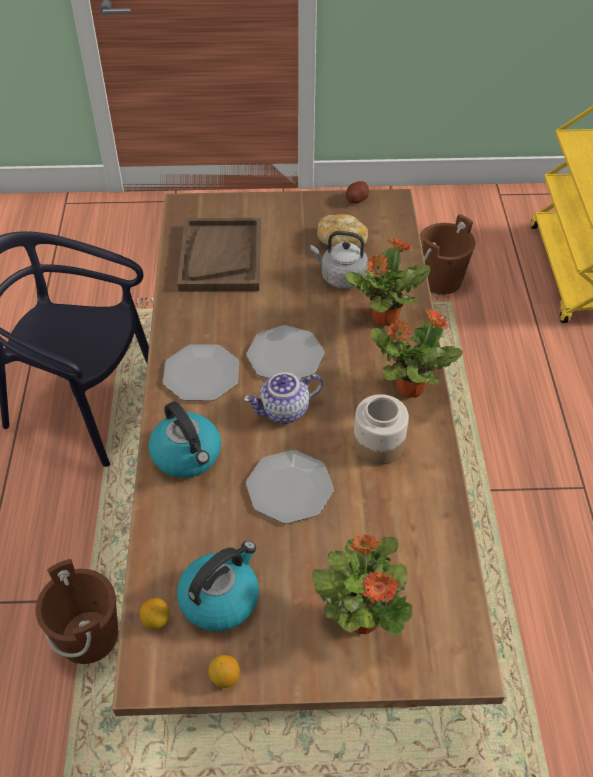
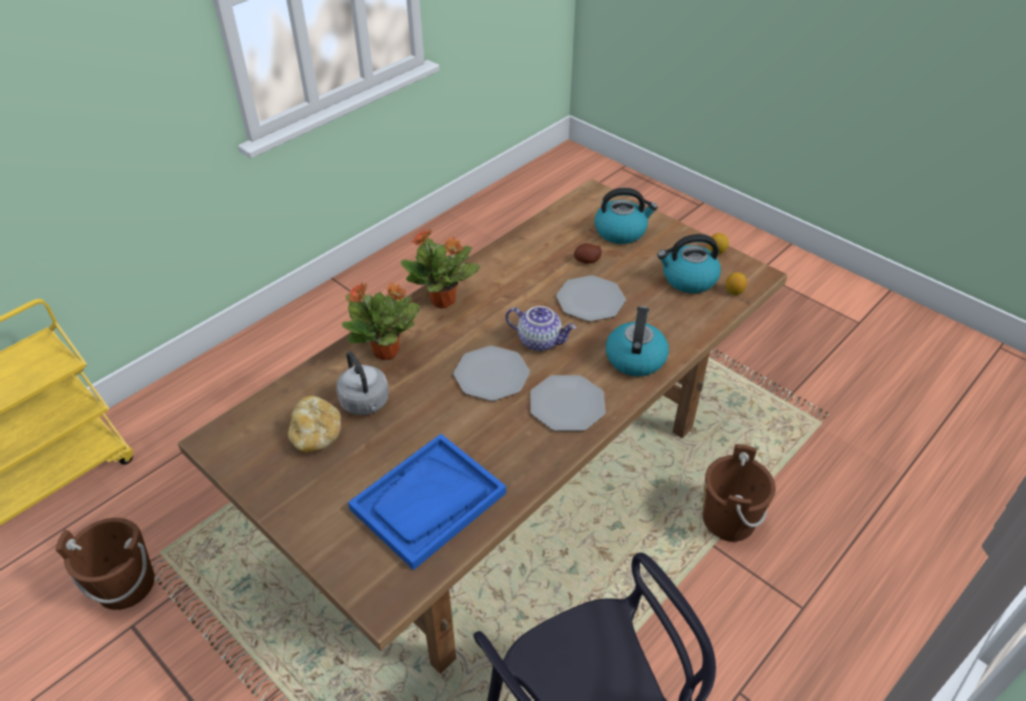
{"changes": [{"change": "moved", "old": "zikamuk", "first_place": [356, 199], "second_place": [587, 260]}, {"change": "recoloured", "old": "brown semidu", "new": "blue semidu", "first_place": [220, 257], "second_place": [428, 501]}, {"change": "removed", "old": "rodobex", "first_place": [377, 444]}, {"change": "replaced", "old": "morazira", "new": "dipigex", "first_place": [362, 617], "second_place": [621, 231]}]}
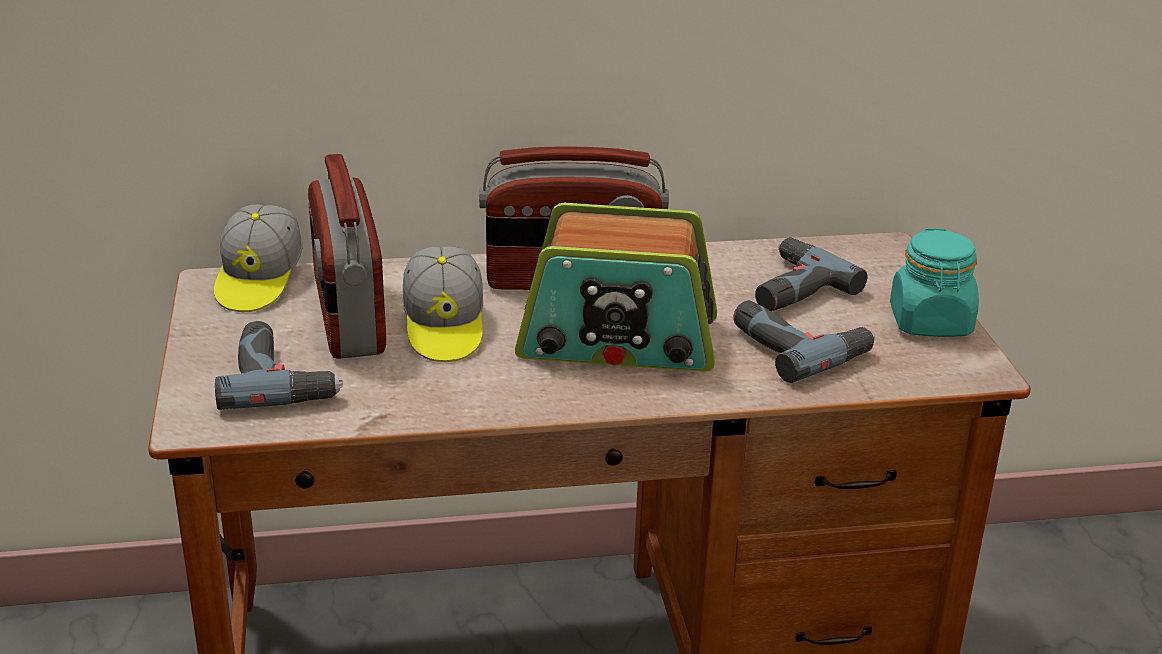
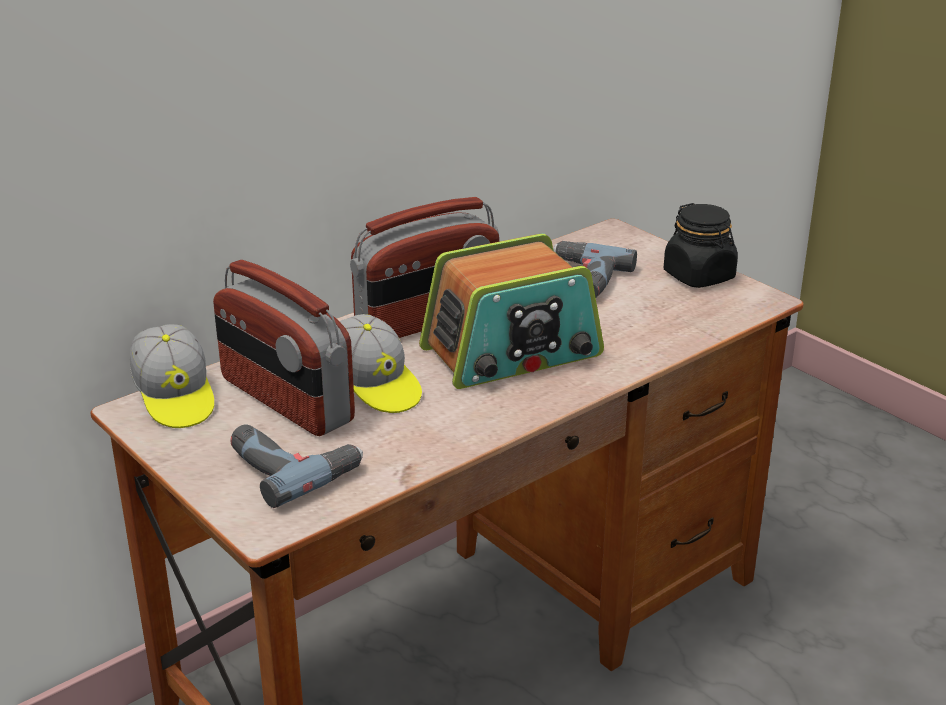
{"changes": [{"change": "recoloured", "old": "turquoise rodobex", "new": "black rodobex", "first_place": [930, 322], "second_place": [699, 276]}, {"change": "removed", "old": "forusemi", "first_place": [798, 346]}]}
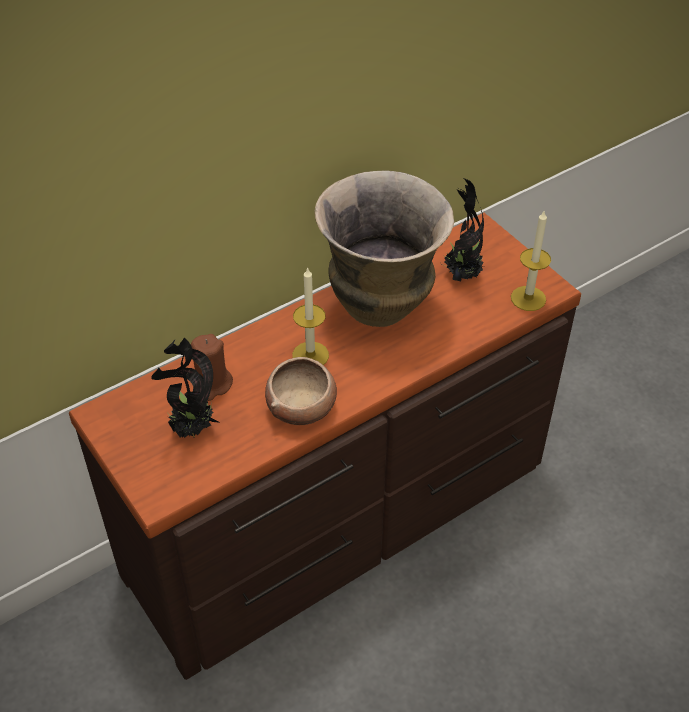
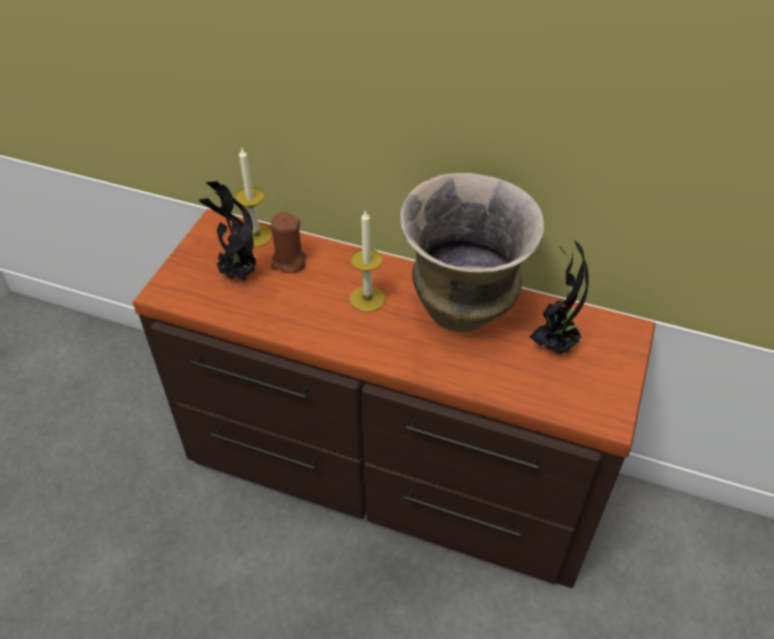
{"changes": [{"change": "moved", "old": "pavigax", "first_place": [528, 298], "second_place": [255, 236]}, {"change": "removed", "old": "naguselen", "first_place": [302, 406]}]}
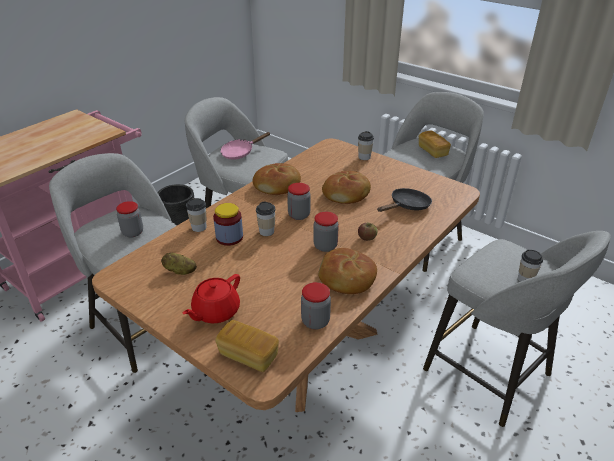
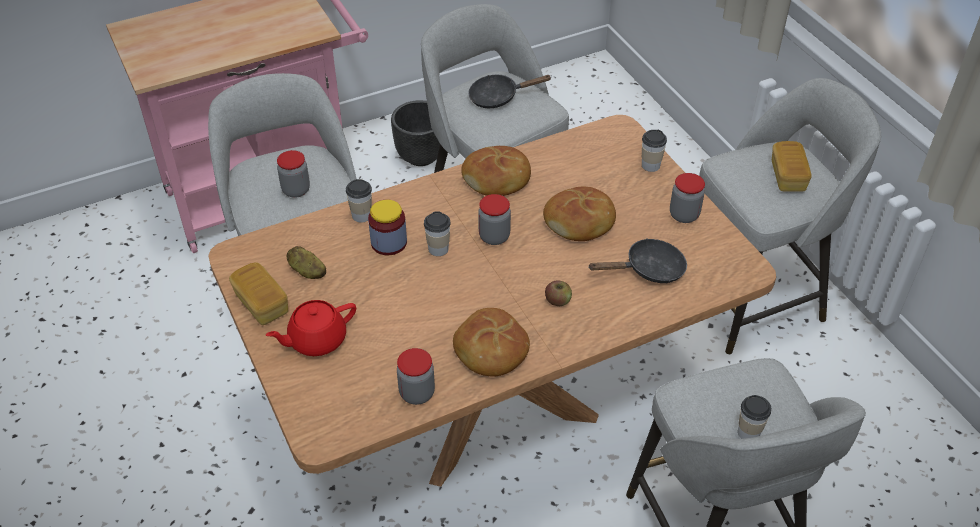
{"changes": [{"change": "recoloured", "old": "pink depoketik", "new": "black depoketik", "first_place": [240, 153], "second_place": [498, 97]}, {"change": "moved", "old": "rodobex", "first_place": [325, 246], "second_place": [684, 215]}, {"change": "moved", "old": "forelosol", "first_place": [248, 355], "second_place": [261, 304]}]}
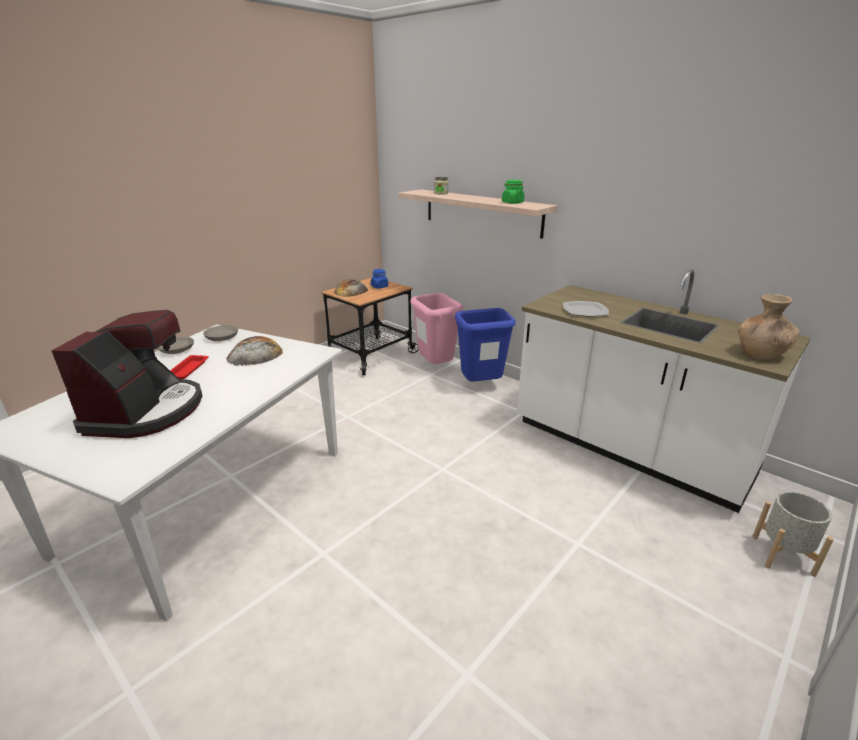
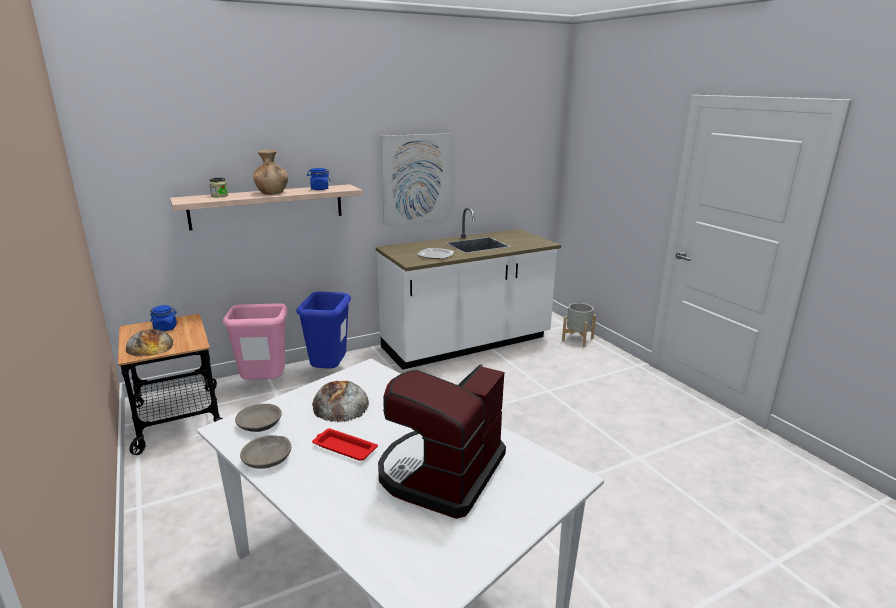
{"changes": [{"change": "recoloured", "old": "green rodobex", "new": "blue rodobex", "first_place": [512, 202], "second_place": [319, 189]}, {"change": "moved", "old": "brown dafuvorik", "first_place": [760, 354], "second_place": [272, 193]}, {"change": "turned", "old": "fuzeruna", "first_place": [147, 411], "second_place": [441, 473], "degrees": -90}, {"change": "added", "new": "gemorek", "second_place": [416, 179]}]}
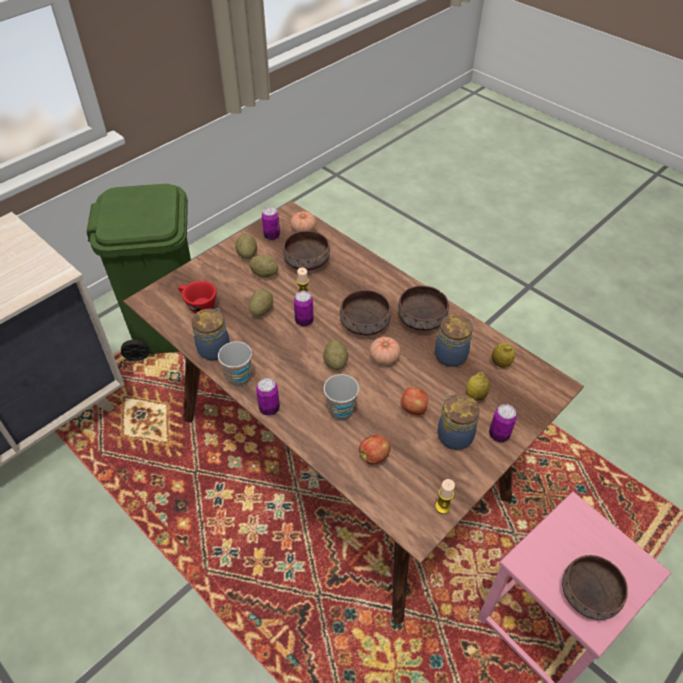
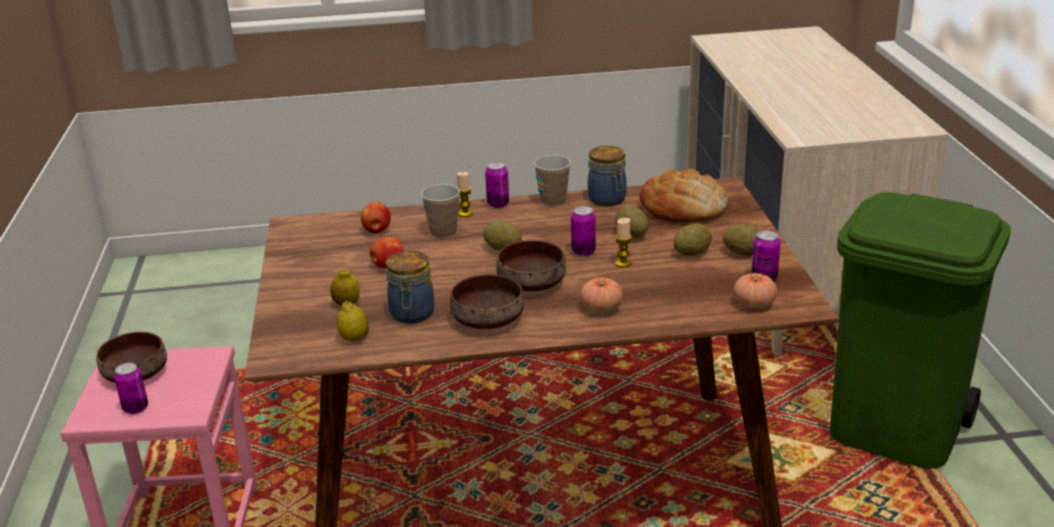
{"changes": [{"change": "removed", "old": "brown naguselen", "first_place": [306, 260]}, {"change": "replaced", "old": "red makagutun", "new": "forelosol", "first_place": [198, 305], "second_place": [683, 206]}, {"change": "moved", "old": "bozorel", "first_place": [384, 358], "second_place": [601, 308]}, {"change": "removed", "old": "rodobex", "first_place": [453, 435]}, {"change": "moved", "old": "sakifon", "first_place": [499, 435], "second_place": [135, 408]}, {"change": "moved", "old": "pavigax", "first_place": [442, 507], "second_place": [465, 213]}]}
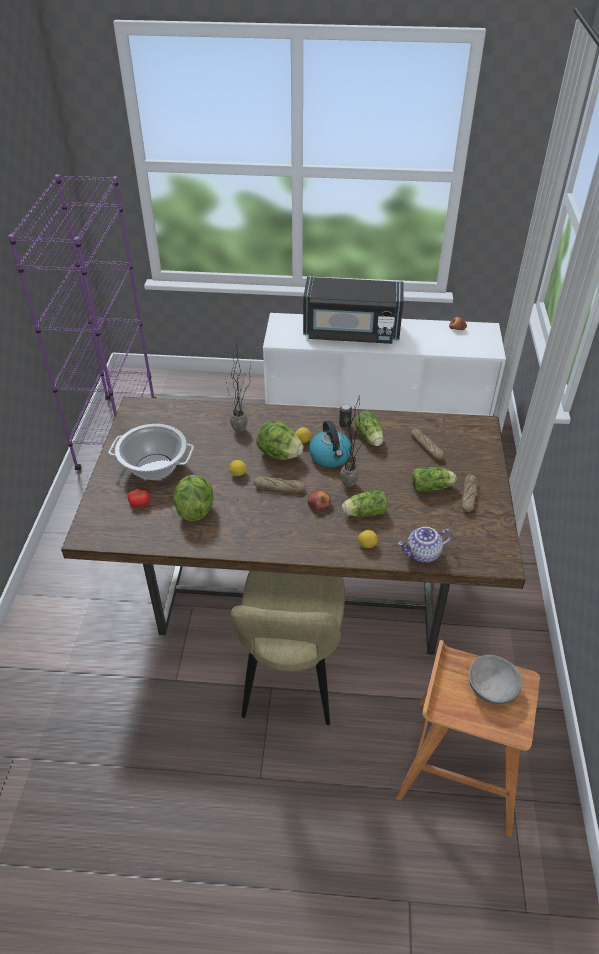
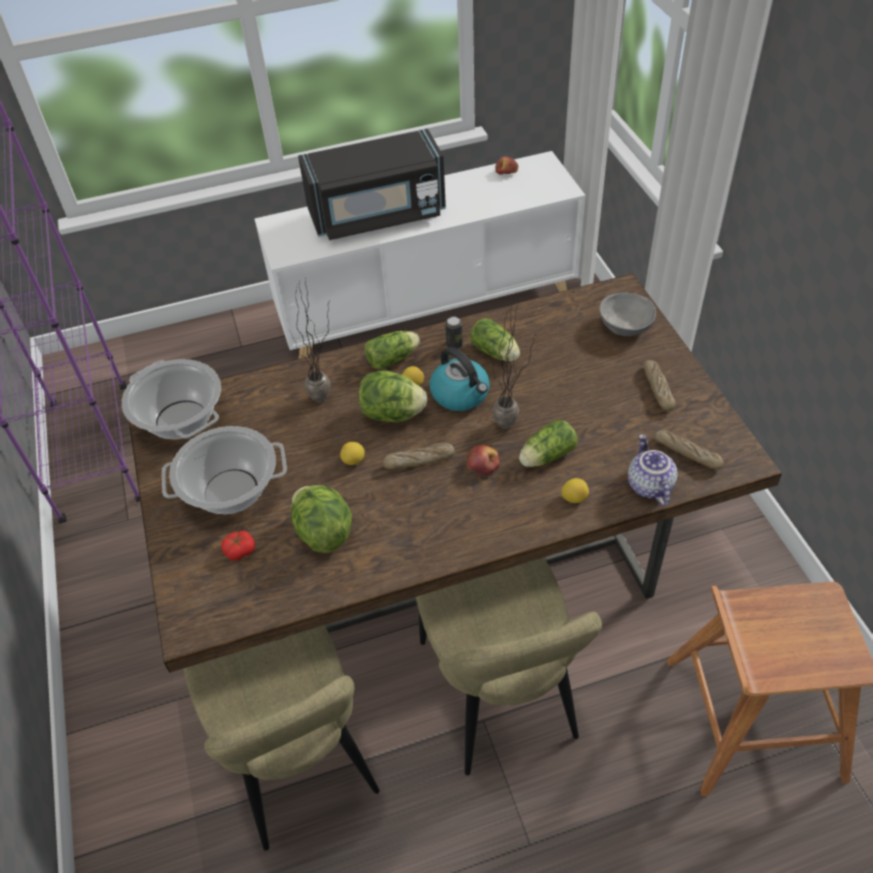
{"changes": [{"change": "moved", "old": "forelosol", "first_place": [426, 447], "second_place": [687, 453]}, {"change": "moved", "old": "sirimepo", "first_place": [432, 487], "second_place": [394, 358]}, {"change": "turned", "old": "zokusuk", "first_place": [423, 554], "second_place": [648, 485], "degrees": 120}, {"change": "moved", "old": "grey naguselen", "first_place": [491, 688], "second_place": [625, 326]}, {"change": "added", "new": "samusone", "second_place": [180, 420]}, {"change": "added", "new": "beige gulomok", "second_place": [298, 760]}]}
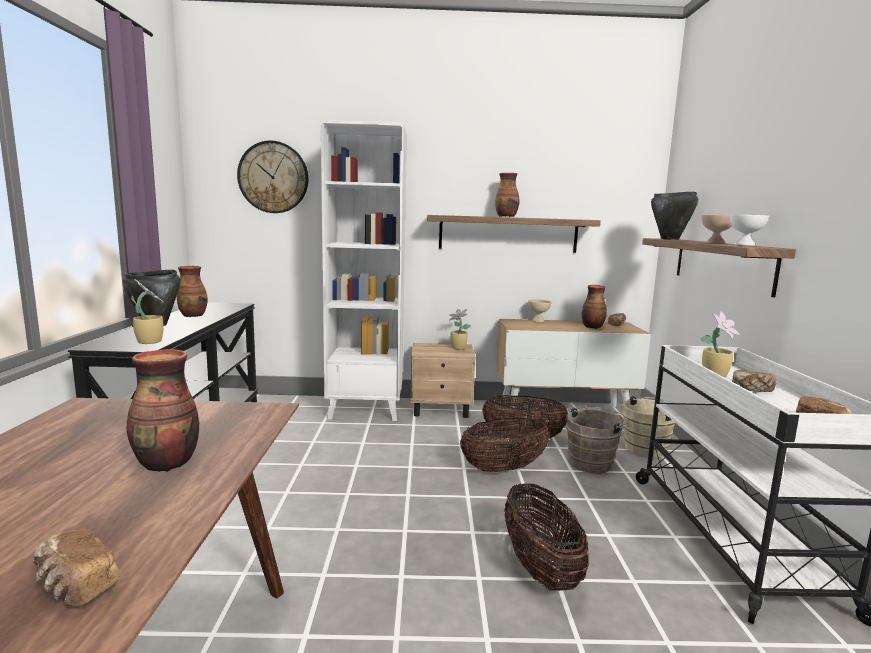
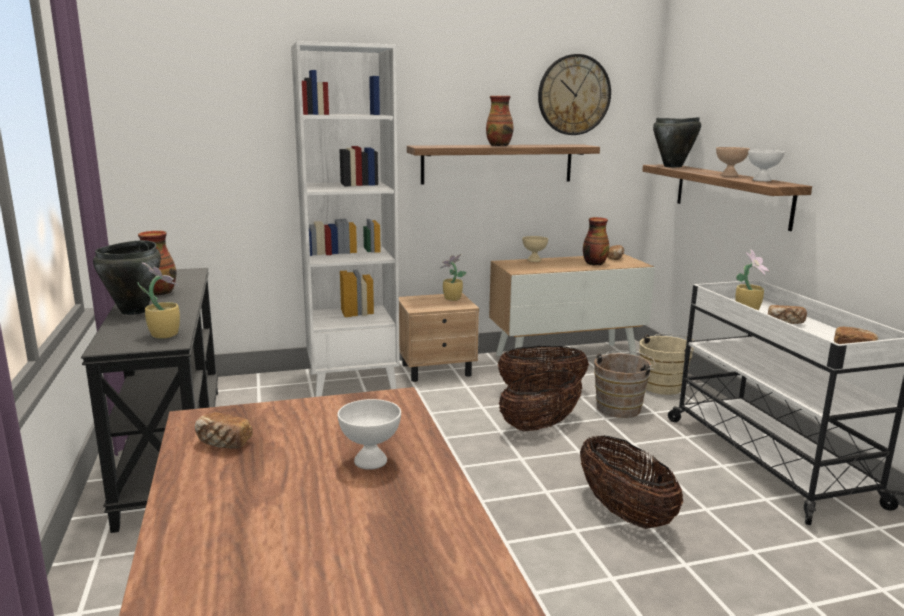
{"changes": [{"change": "moved", "old": "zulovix", "first_place": [273, 177], "second_place": [574, 95]}, {"change": "replaced", "old": "dafuvorik", "new": "white naguselen", "first_place": [166, 463], "second_place": [371, 461]}, {"change": "moved", "old": "forelosol", "first_place": [75, 587], "second_place": [223, 443]}]}
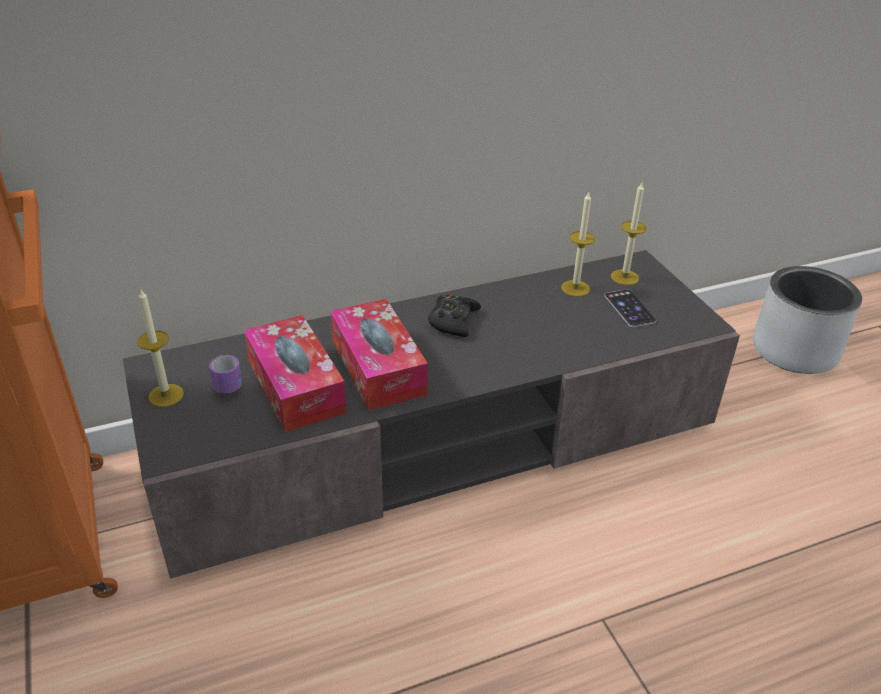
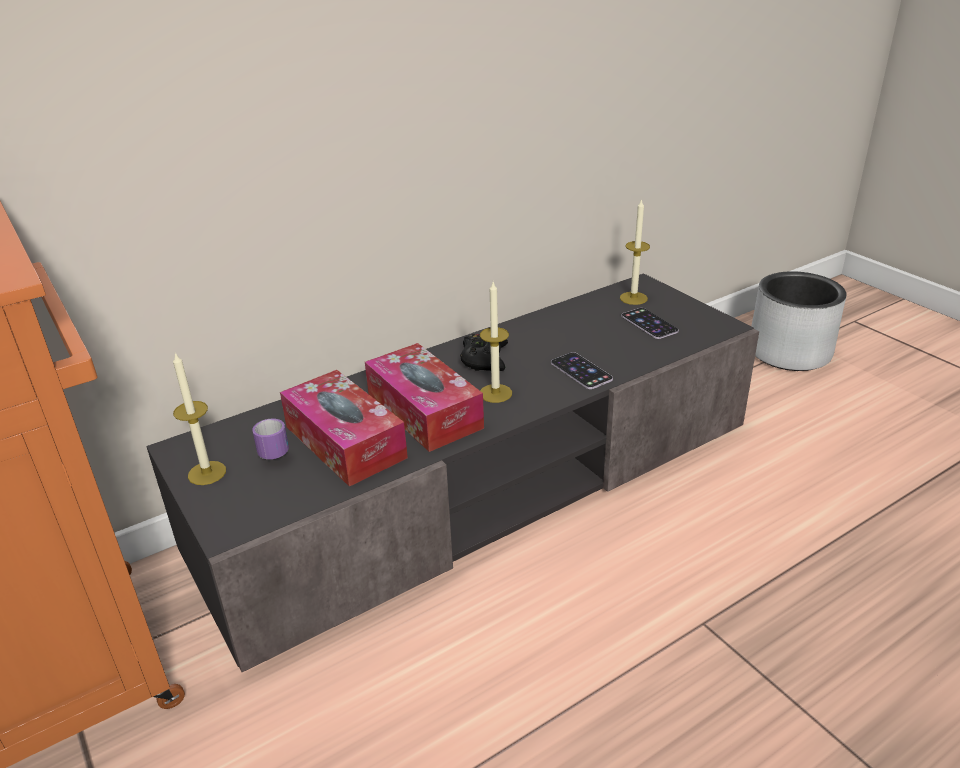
{"changes": [{"change": "moved", "old": "pavigax", "first_place": [575, 288], "second_place": [495, 393]}, {"change": "added", "new": "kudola", "second_place": [581, 371]}]}
